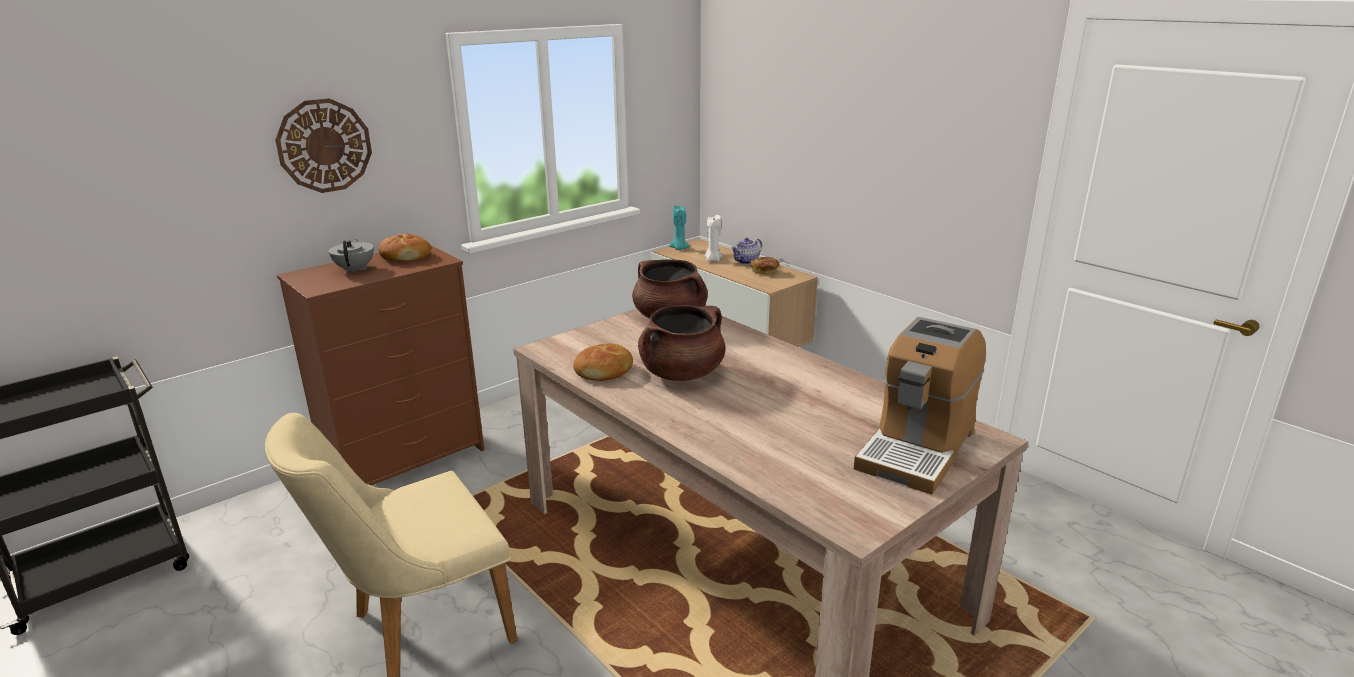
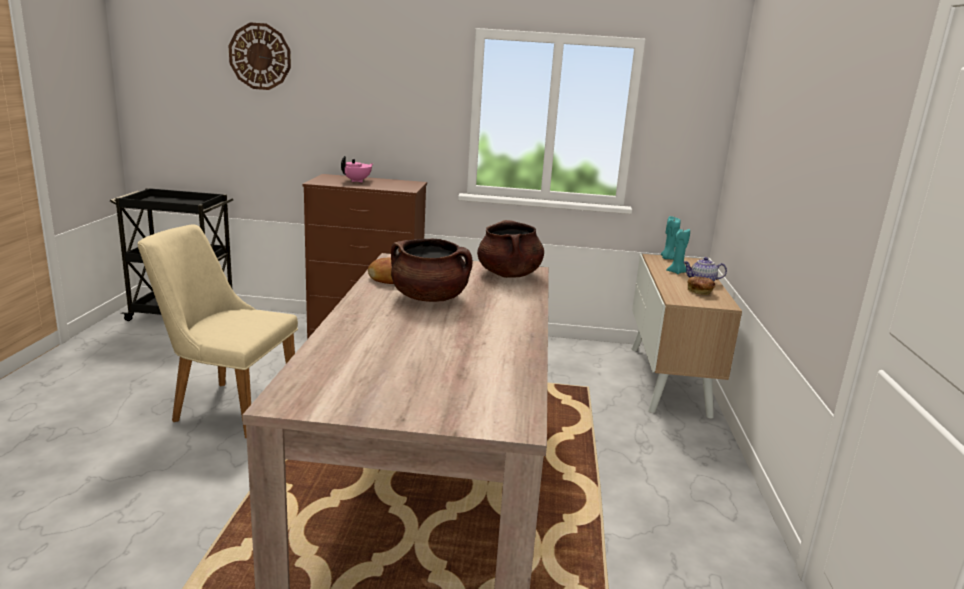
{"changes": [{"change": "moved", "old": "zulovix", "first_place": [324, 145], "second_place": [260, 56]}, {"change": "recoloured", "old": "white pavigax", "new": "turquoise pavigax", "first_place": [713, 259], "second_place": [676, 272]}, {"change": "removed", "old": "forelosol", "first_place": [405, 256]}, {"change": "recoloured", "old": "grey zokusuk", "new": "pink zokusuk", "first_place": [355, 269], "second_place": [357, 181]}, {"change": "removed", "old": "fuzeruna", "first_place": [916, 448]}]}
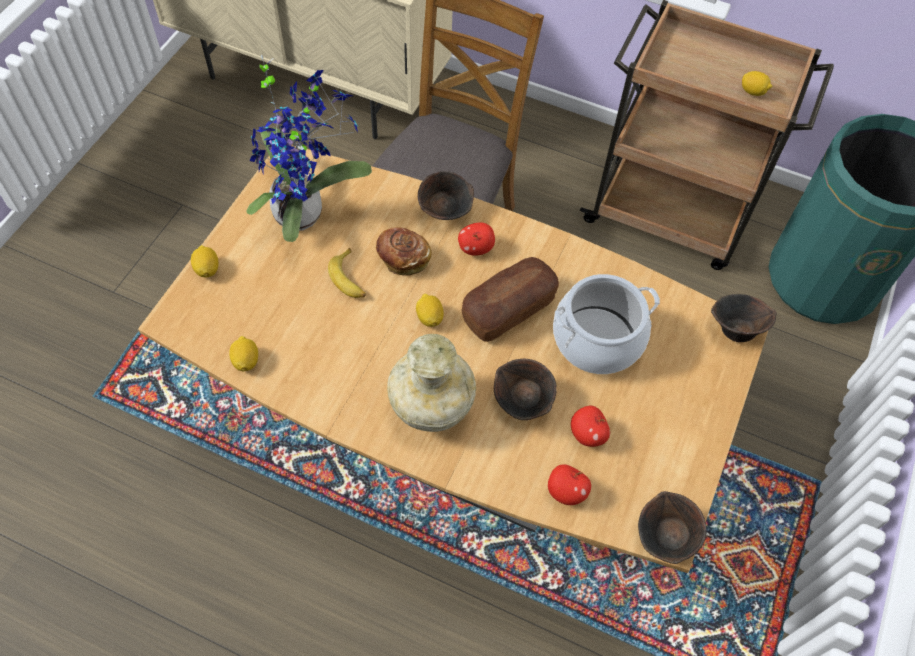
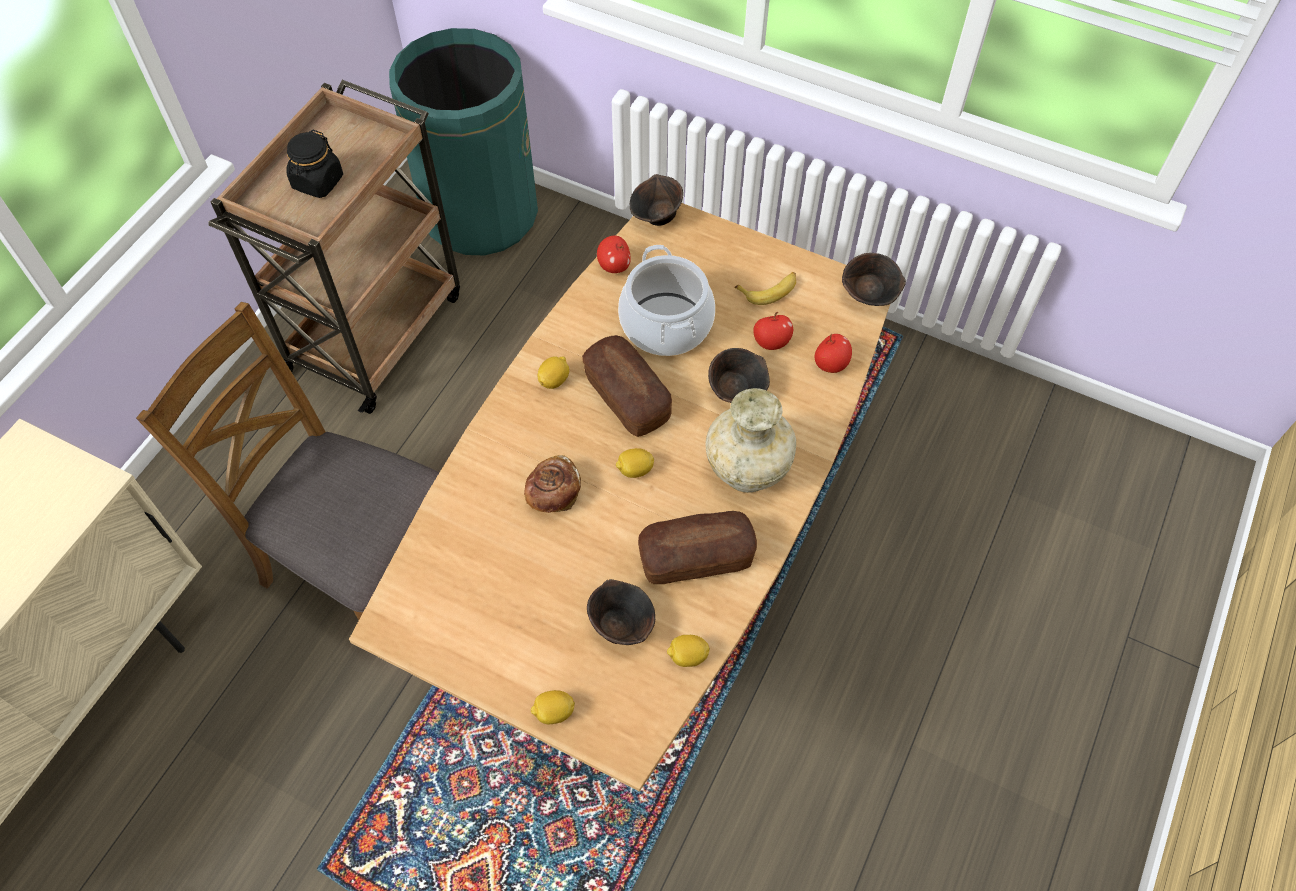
{"changes": [{"change": "removed", "old": "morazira", "first_place": [304, 211]}, {"change": "moved", "old": "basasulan", "first_place": [753, 91], "second_place": [554, 380]}, {"change": "moved", "old": "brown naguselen", "first_place": [445, 211], "second_place": [620, 624]}, {"change": "moved", "old": "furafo", "first_place": [476, 248], "second_place": [614, 266]}, {"change": "moved", "old": "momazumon", "first_place": [350, 279], "second_place": [769, 290]}, {"change": "added", "new": "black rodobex", "second_place": [317, 182]}, {"change": "added", "new": "forelosol", "second_place": [696, 558]}]}
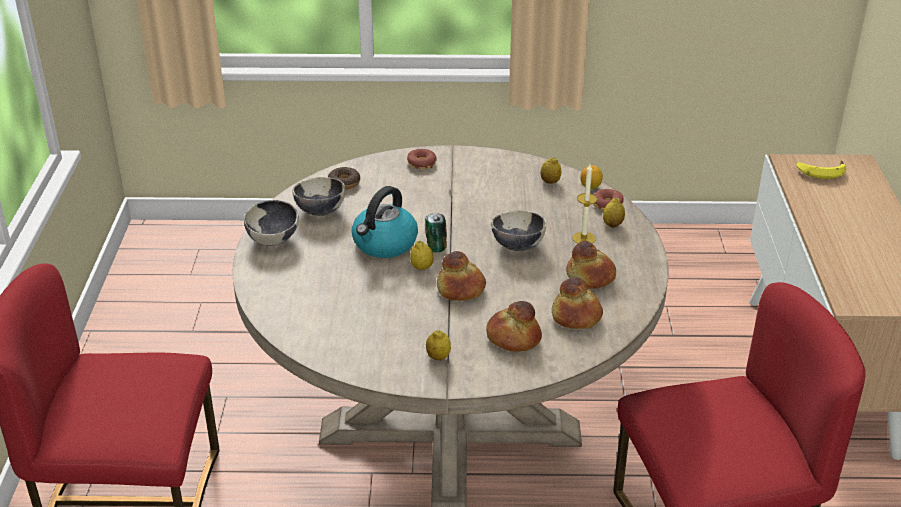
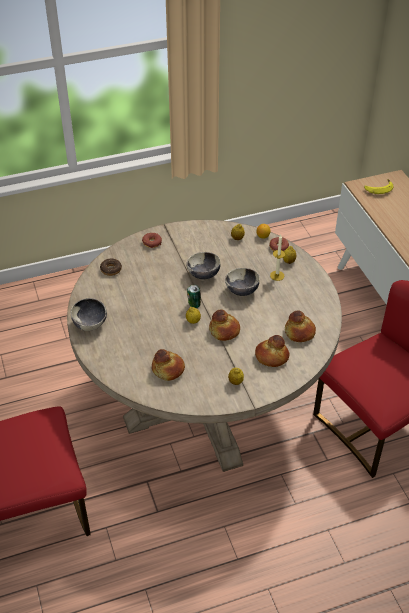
{"changes": [{"change": "moved", "old": "naguselen", "first_place": [320, 211], "second_place": [203, 275]}, {"change": "removed", "old": "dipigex", "first_place": [384, 244]}, {"change": "moved", "old": "forelosol", "first_place": [590, 277], "second_place": [167, 370]}]}
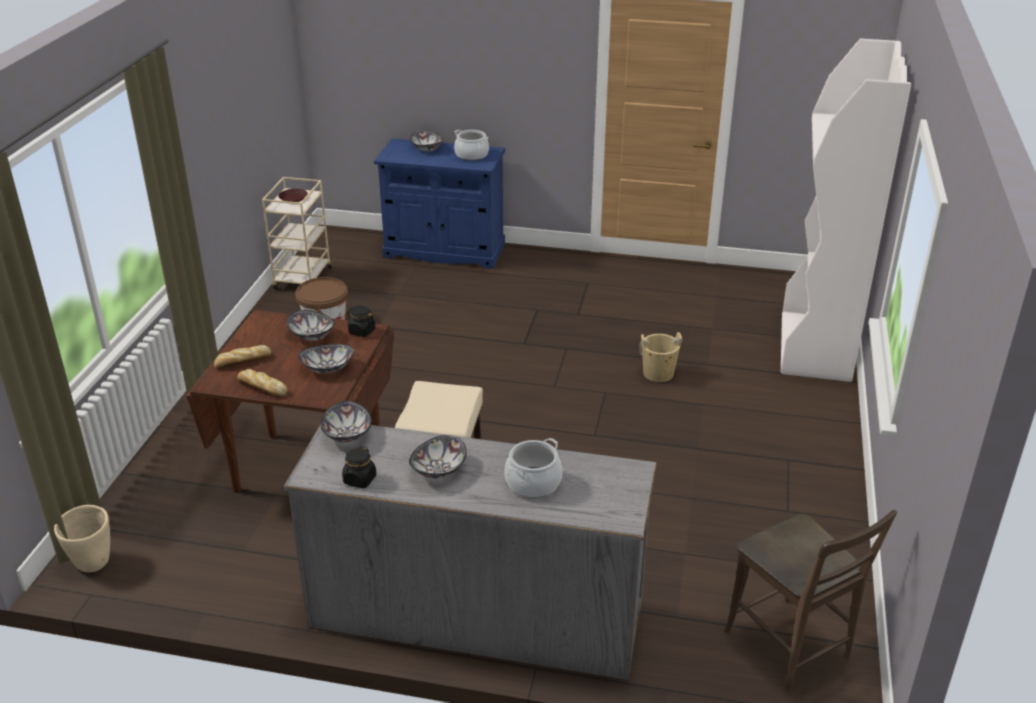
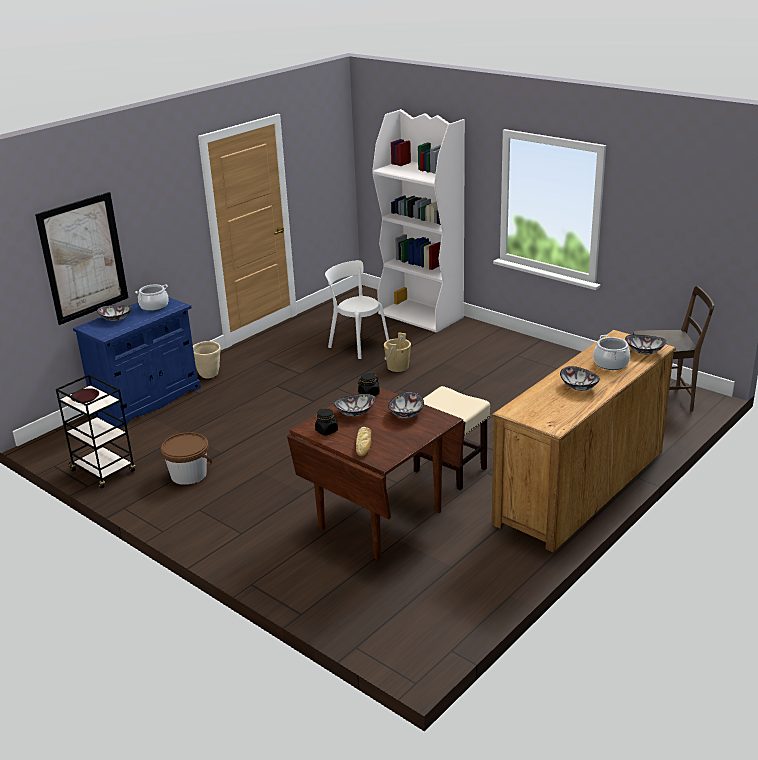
{"changes": [{"change": "recoloured", "old": "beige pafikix", "new": "black pafikix", "first_place": [303, 279], "second_place": [104, 471]}, {"change": "removed", "old": "forelosol", "first_place": [261, 387]}, {"change": "moved", "old": "naguselen", "first_place": [347, 435], "second_place": [644, 351]}, {"change": "recoloured", "old": "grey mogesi", "new": "brown mogesi", "first_place": [476, 615], "second_place": [580, 486]}, {"change": "moved", "old": "black rodobex", "first_place": [359, 480], "second_place": [327, 431]}, {"change": "moved", "old": "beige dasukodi", "first_place": [92, 563], "second_place": [209, 375]}, {"change": "added", "new": "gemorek", "second_place": [83, 258]}, {"change": "added", "new": "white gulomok", "second_place": [356, 344]}]}
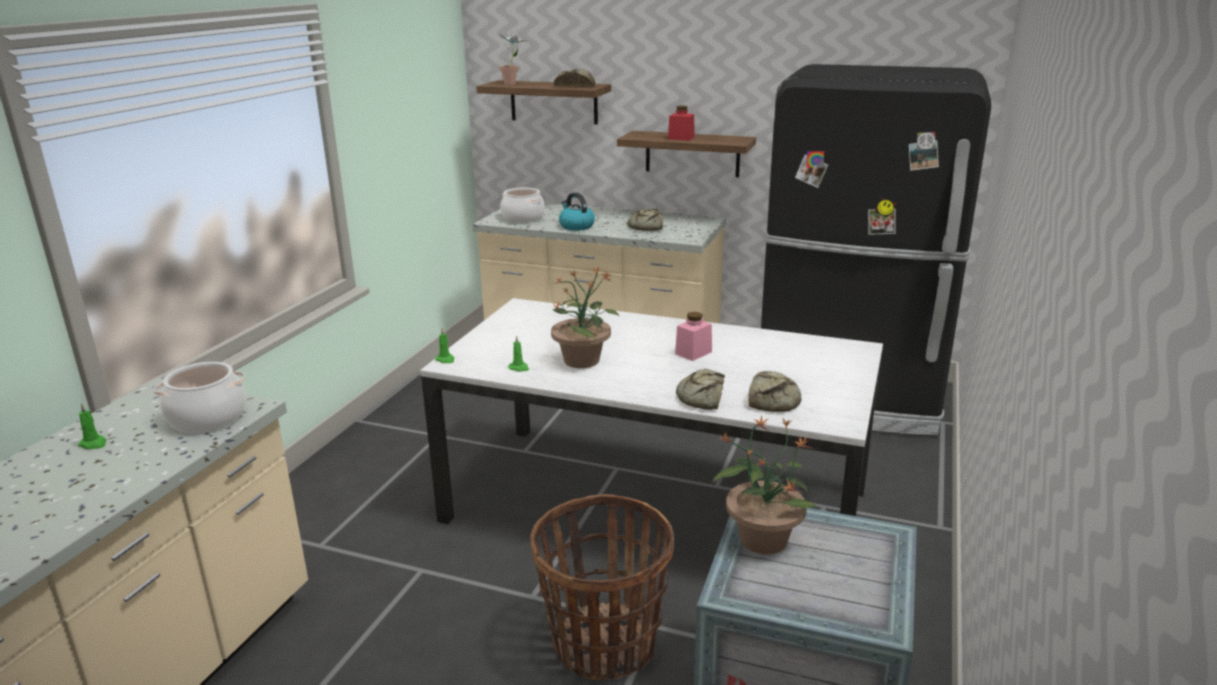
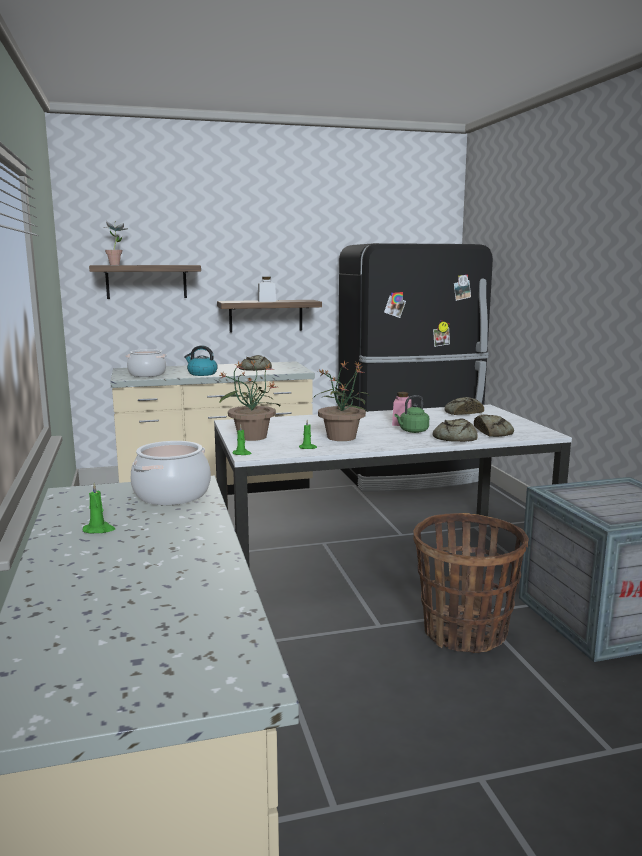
{"changes": [{"change": "moved", "old": "forelosol", "first_place": [575, 86], "second_place": [462, 412]}, {"change": "recoloured", "old": "red rodobex", "new": "white rodobex", "first_place": [681, 138], "second_place": [266, 301]}, {"change": "moved", "old": "morazira", "first_place": [762, 538], "second_place": [251, 437]}, {"change": "added", "new": "green dipigex", "second_place": [412, 431]}]}
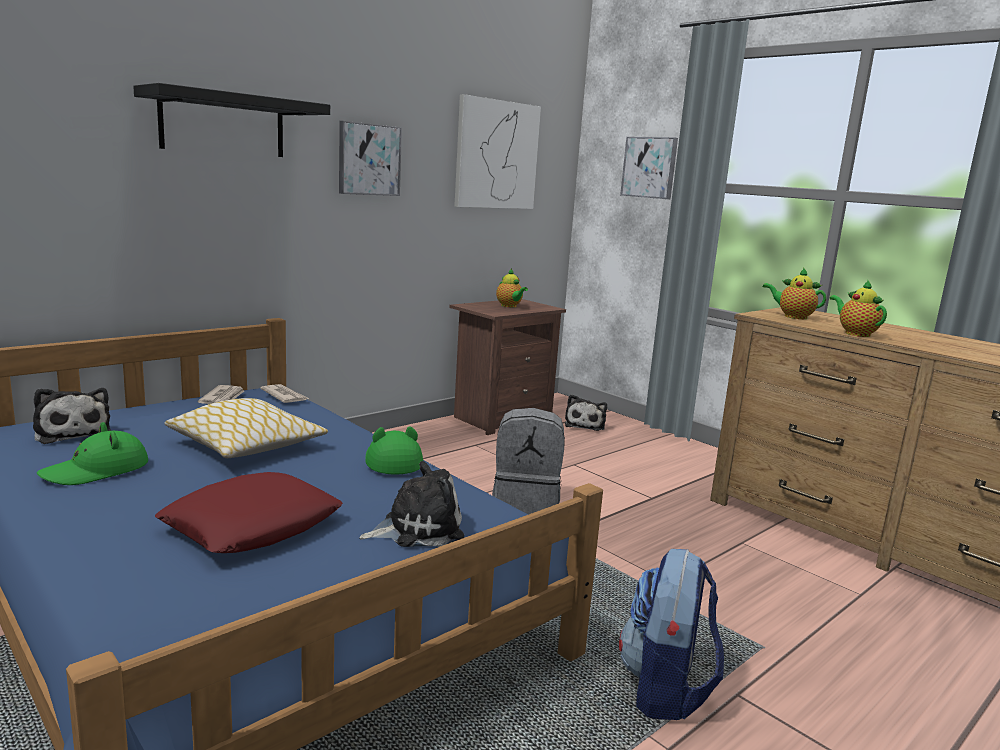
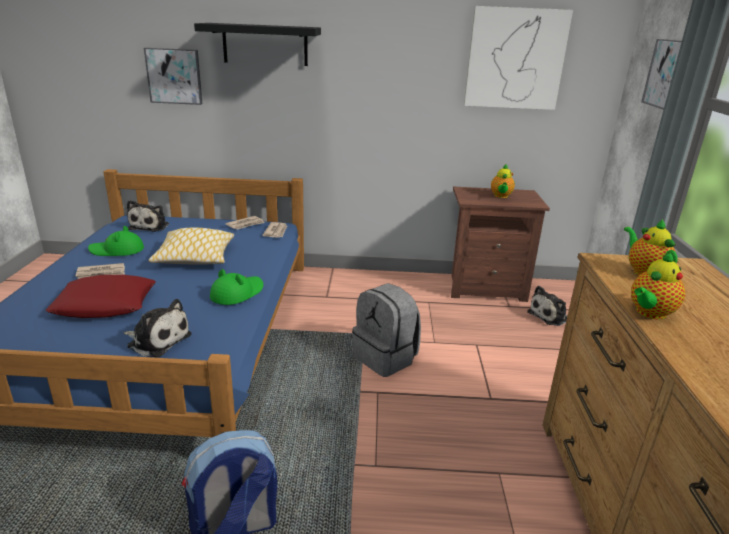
{"changes": [{"change": "moved", "old": "gemorek", "first_place": [368, 159], "second_place": [174, 76]}, {"change": "turned", "old": "zokusuk", "first_place": [855, 333], "second_place": [649, 313], "degrees": -150}, {"change": "added", "new": "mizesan", "second_place": [101, 273]}]}
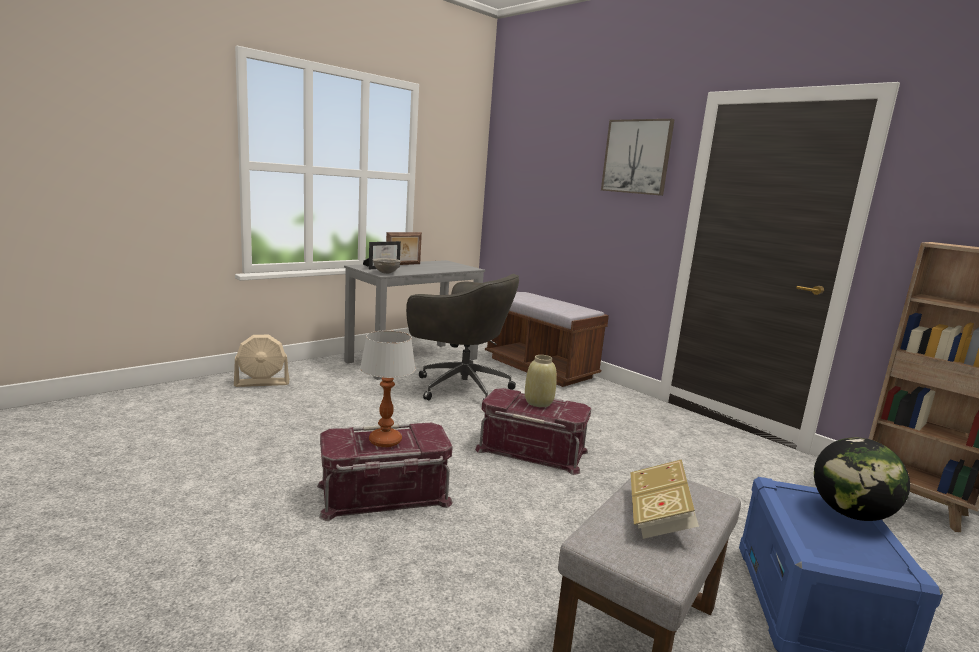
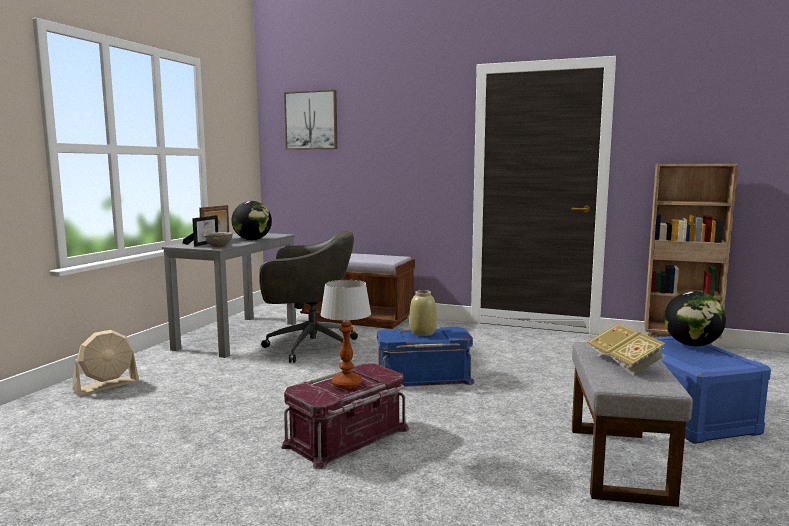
{"changes": [{"change": "moved", "old": "gemorek", "first_place": [637, 157], "second_place": [311, 120]}, {"change": "recoloured", "old": "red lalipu", "new": "blue lalipu", "first_place": [532, 450], "second_place": [423, 377]}, {"change": "added", "new": "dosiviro", "second_place": [252, 239]}]}
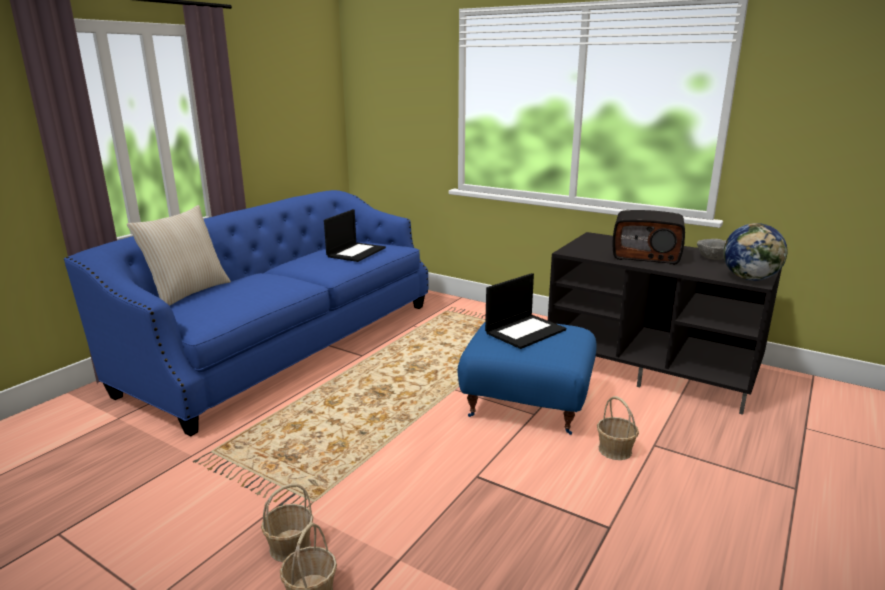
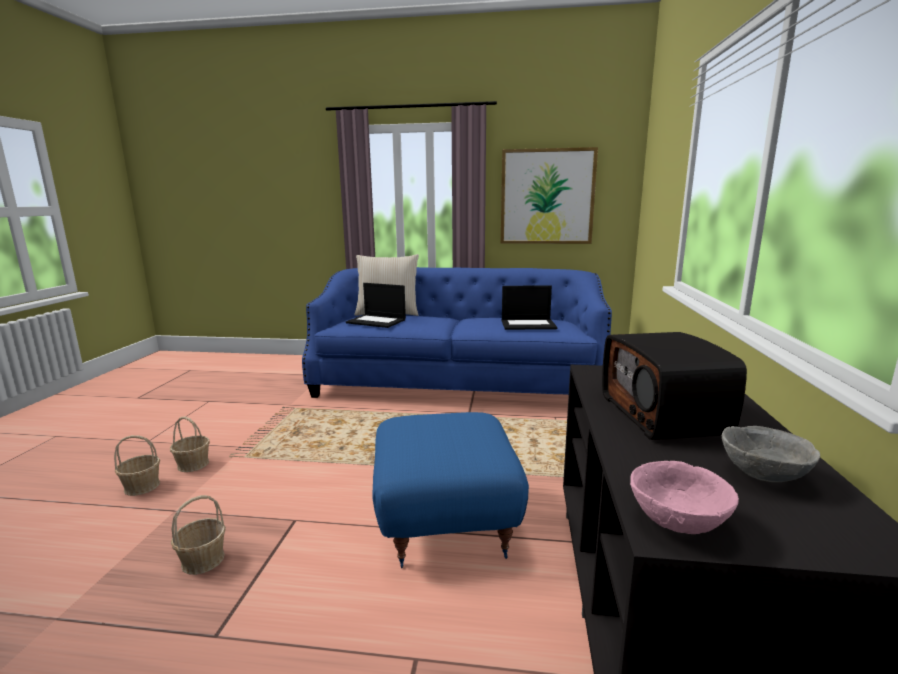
{"changes": [{"change": "replaced", "old": "dosiviro", "new": "pink naguselen", "first_place": [750, 279], "second_place": [678, 523]}, {"change": "moved", "old": "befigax", "first_place": [525, 331], "second_place": [377, 321]}, {"change": "moved", "old": "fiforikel", "first_place": [615, 450], "second_place": [202, 560]}, {"change": "added", "new": "gemorek", "second_place": [547, 197]}]}
